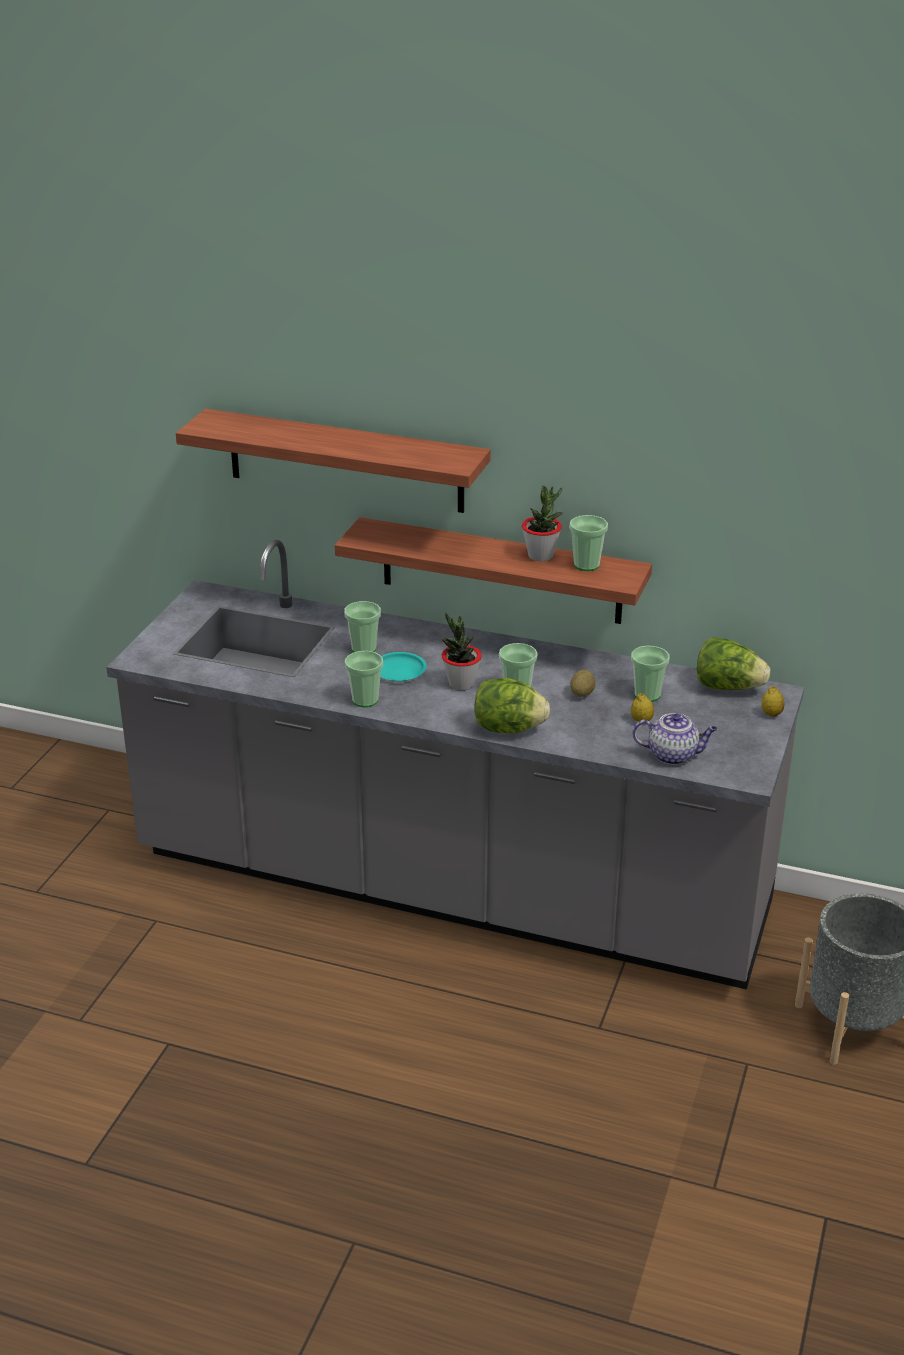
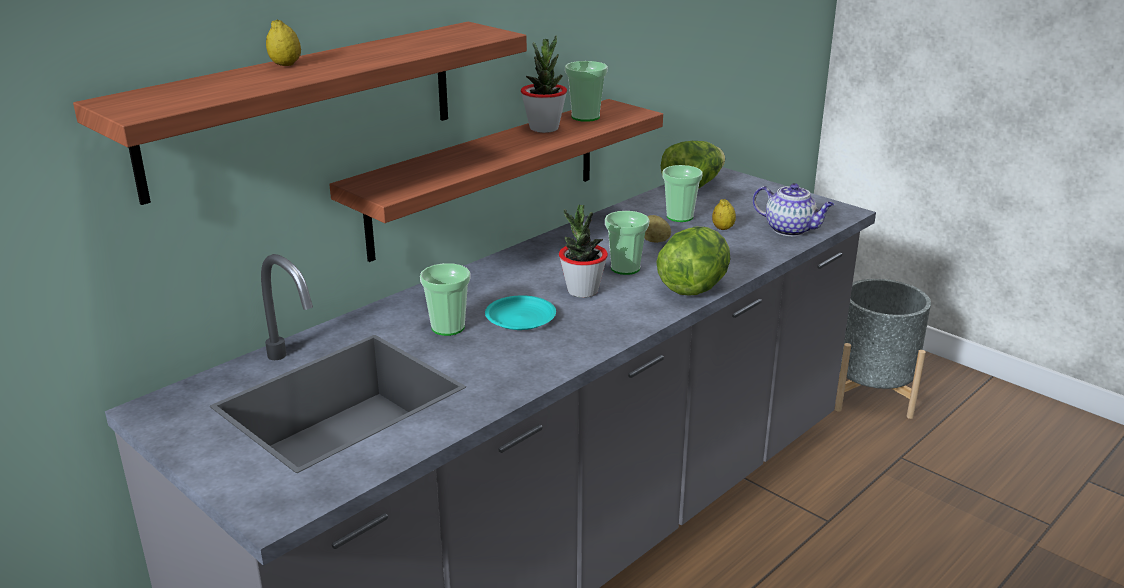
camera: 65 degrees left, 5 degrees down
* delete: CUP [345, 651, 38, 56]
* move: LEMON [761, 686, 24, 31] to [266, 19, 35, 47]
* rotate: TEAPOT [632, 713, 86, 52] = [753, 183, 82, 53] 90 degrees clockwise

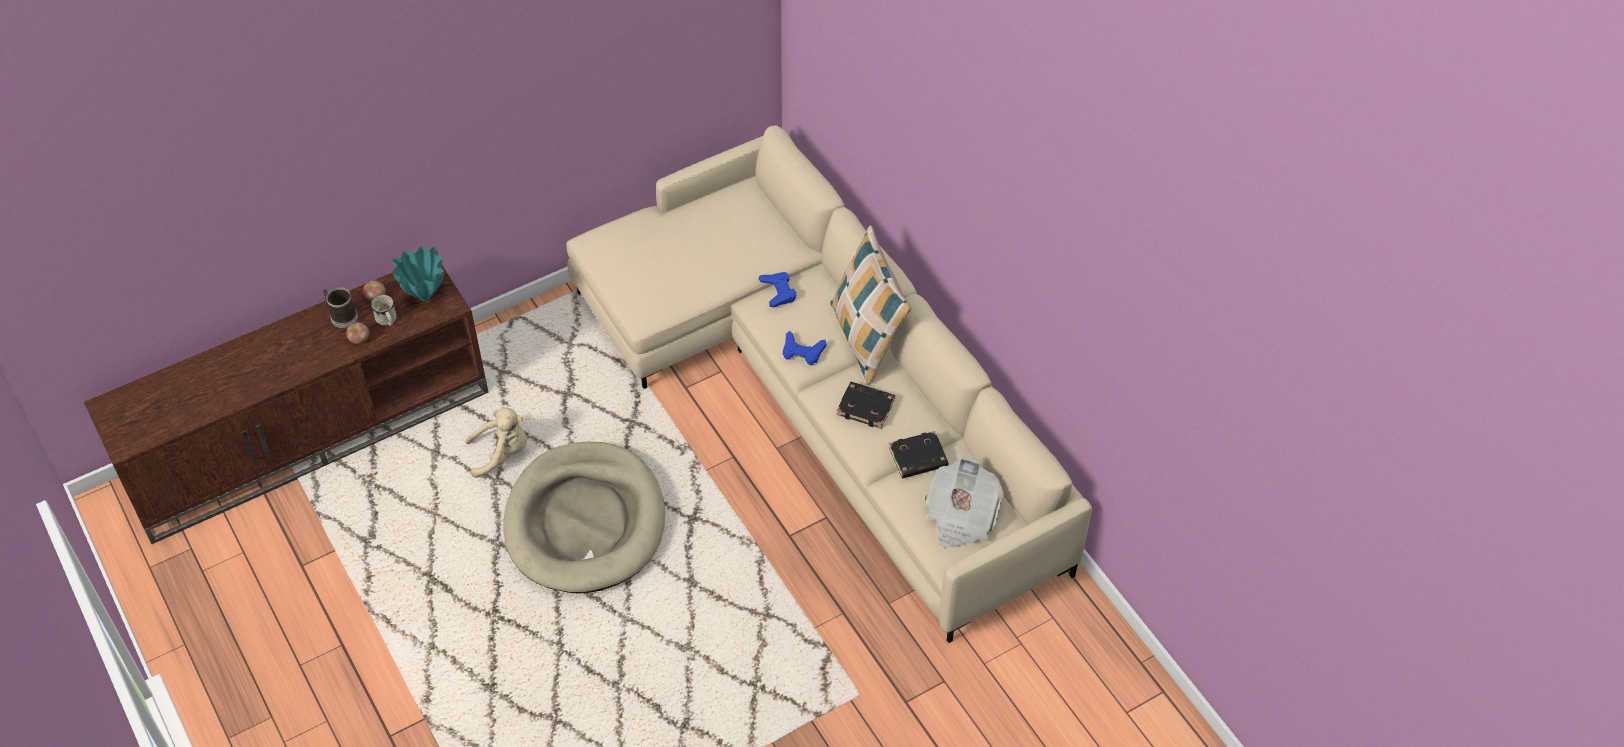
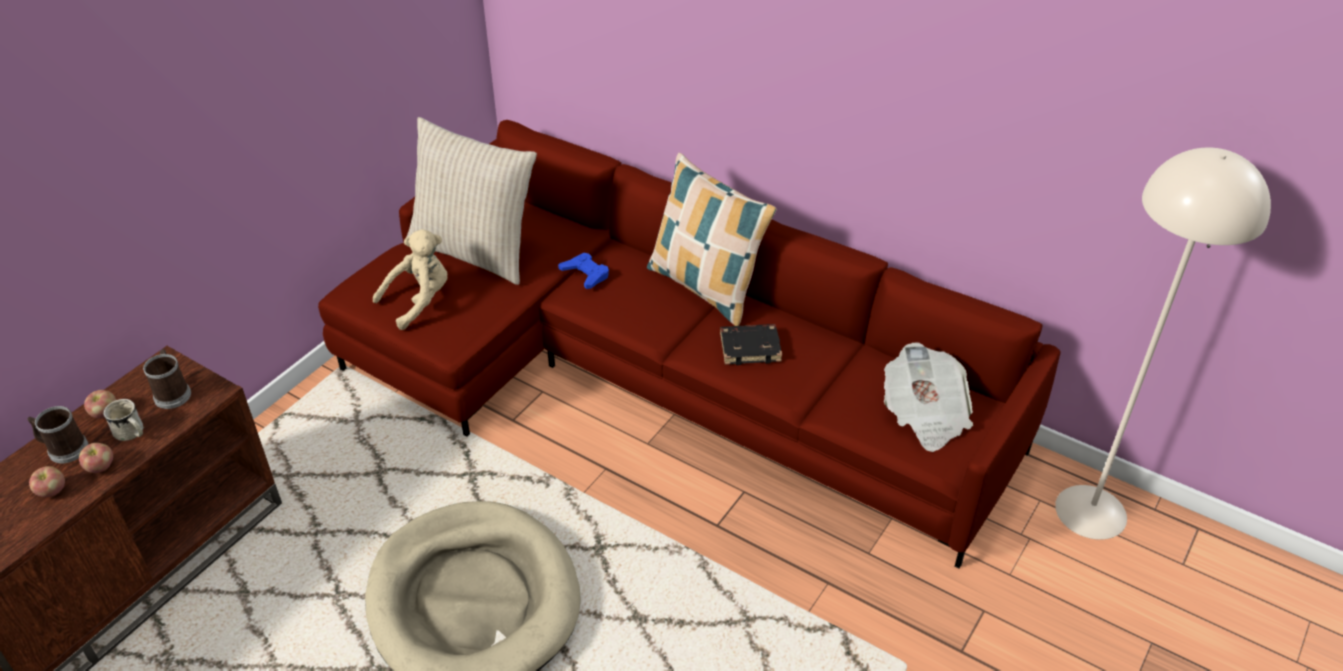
camera: 25 degrees left, 10 degrees down
* delete: BLUE GAME CONTROLLER [783, 331, 43, 34]
* delete: BLACK BOOK [889, 431, 59, 47]
* insert: APPLE [29, 466, 36, 31]
* insert: BEIGE PILLOW [406, 117, 131, 168]
* insert: BEIGE FLOOR LAMP [1055, 148, 216, 392]
* move: BEIGE PLUSH TOY [465, 408, 62, 70] to [373, 229, 75, 101]
* replace: TURQUOISE VASE [393, 246, 51, 55] to MUG [143, 349, 48, 60]
* recolor: BEIGE SOFA [566, 125, 526, 518] to RED SOFA [318, 120, 743, 449]

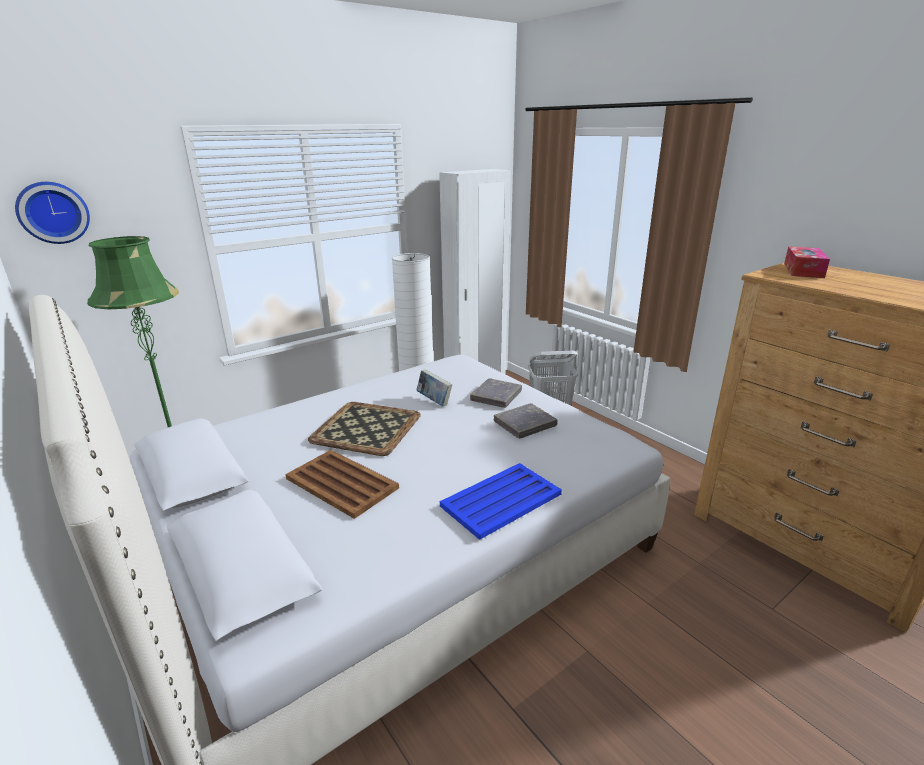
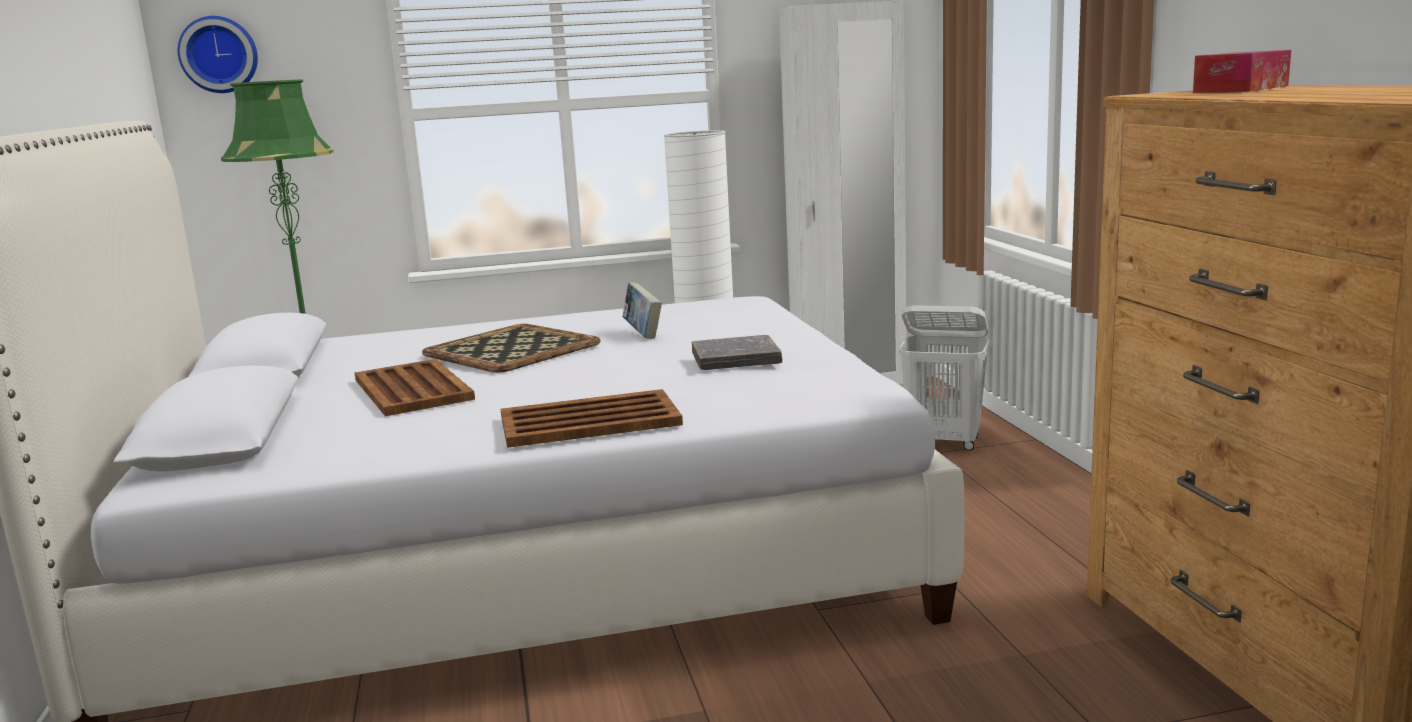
camera: 25 degrees right, 10 degrees down
* delete: GREY BOOK [470, 378, 52, 30]
* recolor: BLUE TRAY [440, 463, 122, 77] to BROWN TRAY [501, 389, 182, 59]

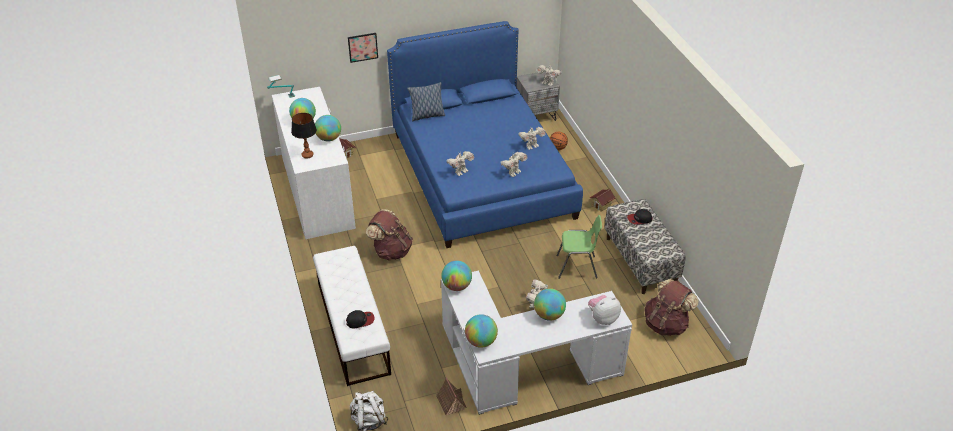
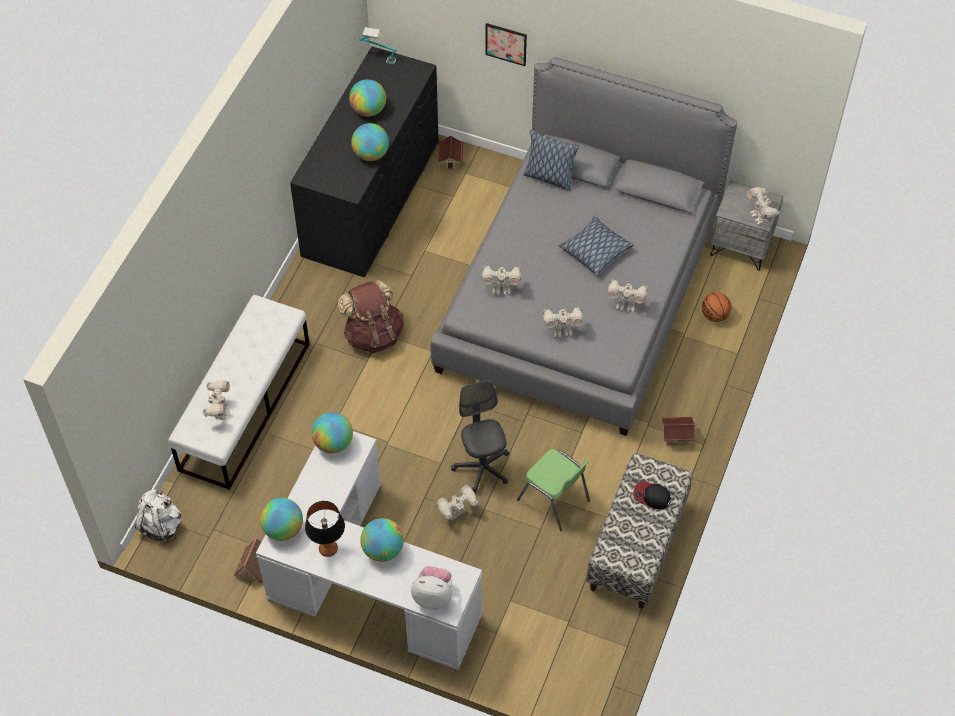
camera: 40 degrees right, 15 degrees up
* delete: BROWN BACKPACK [645, 279, 54, 57]
* insert: GREY OFFICE CHAIR [451, 380, 58, 113]
* insert: PILLOW [559, 216, 75, 59]
* move: TABLE LAMP [291, 113, 26, 46] to [305, 501, 40, 56]
* replace: CAP [346, 310, 28, 18] to TOY ROBOT [202, 381, 28, 38]
* recolor: WHITE DRESSER [272, 87, 84, 152] to BLACK DRESSER [290, 46, 149, 232]
* recolor: BLUE BED [387, 21, 196, 227] to GREY BED [431, 57, 306, 379]

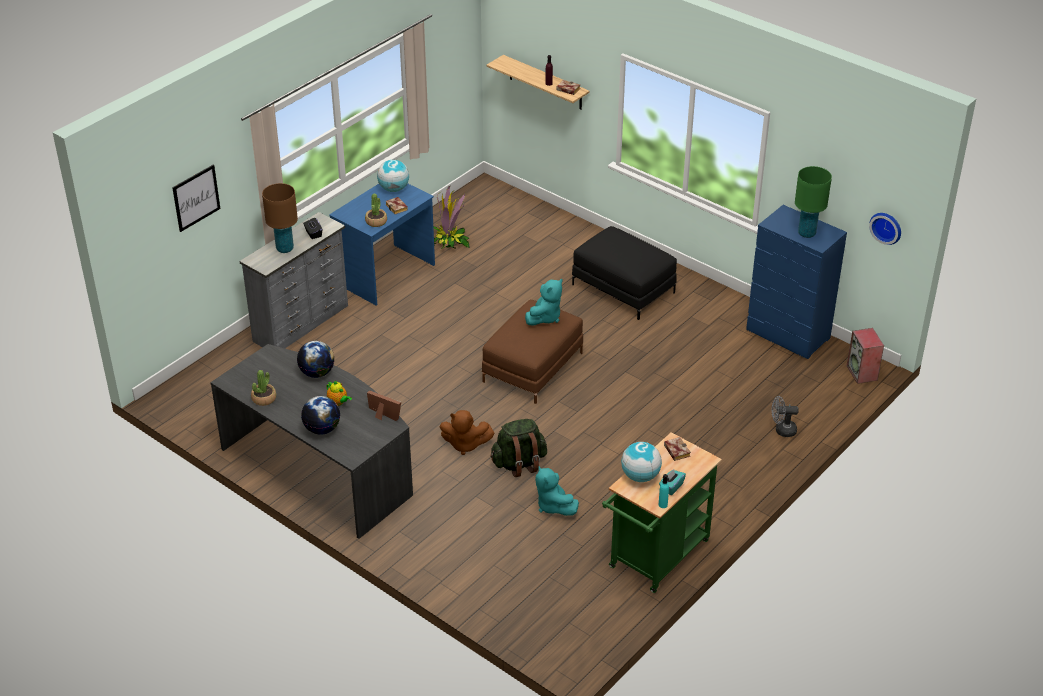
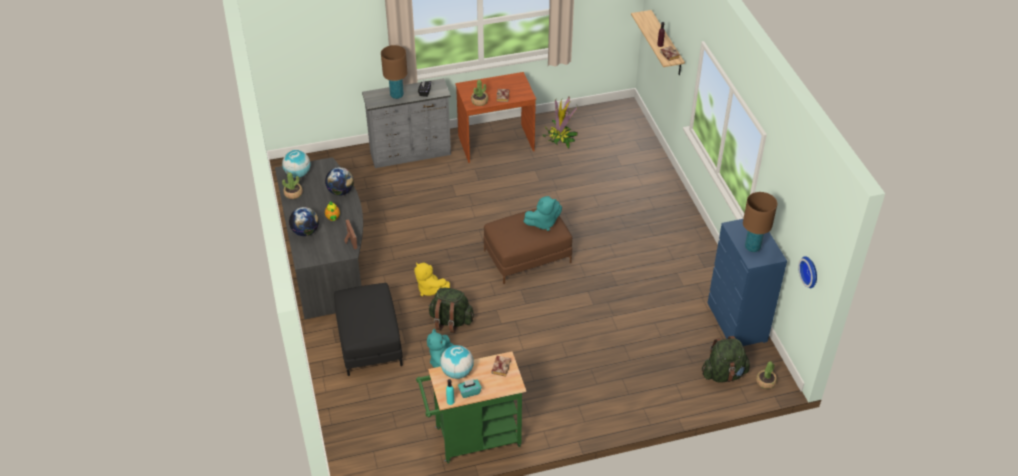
camera: 35 degrees right, 5 degrees up
* delete: PICTURE [172, 165, 48, 67]
* delete: GREY FAN [772, 396, 27, 41]
* insert: GREEN BACKPACK [702, 336, 48, 47]
* move: GLOBE [377, 160, 32, 32] to [282, 150, 28, 28]
* move: BLACK OTTOMAN [572, 226, 105, 94] to [334, 283, 69, 93]
* replace: SPEAKER [846, 328, 38, 56] to POTTED PLANT [756, 361, 21, 28]
* recolor: BLUE DESK [329, 183, 106, 122] to BROWN DESK [455, 72, 81, 91]
* recolor: BROWN PLUSH TOY [440, 410, 54, 45] to YELLOW PLUSH TOY [414, 262, 36, 34]
* recolor: GREEN TABLE LAMP [795, 166, 37, 72] to BROWN TABLE LAMP [743, 192, 34, 60]

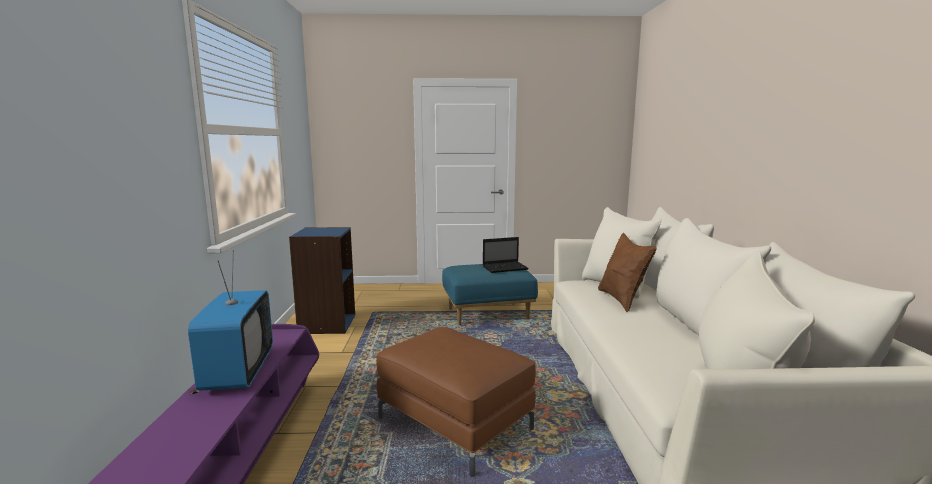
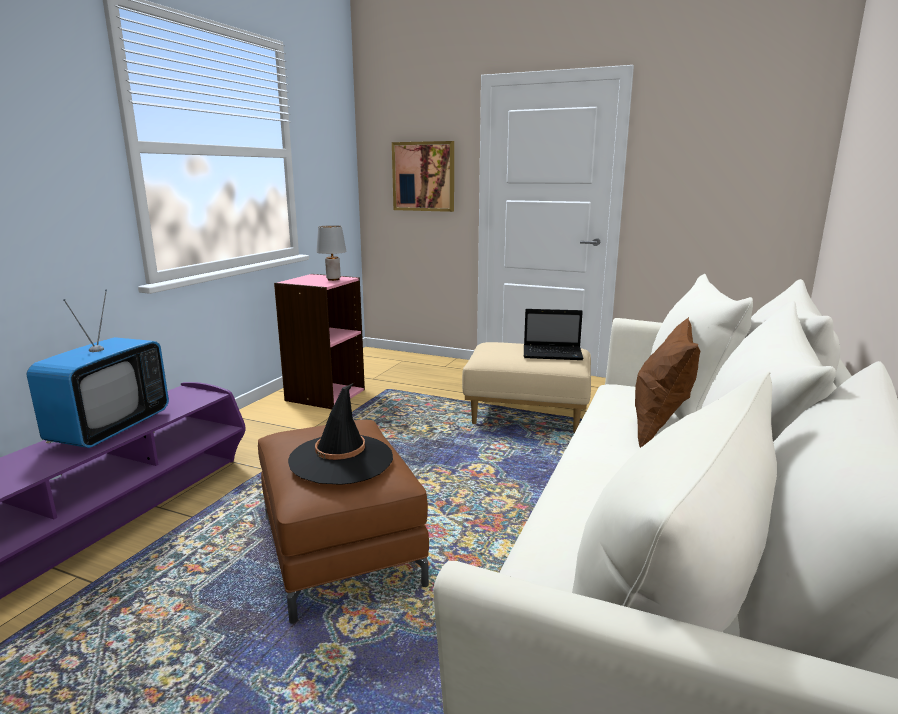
camera: 25 degrees right, 5 degrees up
* insert: BLACK HAT [288, 382, 105, 103]
* insert: GREY TABLE LAMP [316, 225, 30, 56]
* insert: PICTURE [392, 141, 62, 71]
* recolor: BLUE BOOKCASE [289, 227, 66, 107] to PINK BOOKCASE [274, 274, 91, 135]
* recolor: BLUE OTTOMAN [442, 264, 96, 61] to BEIGE OTTOMAN [462, 342, 129, 91]

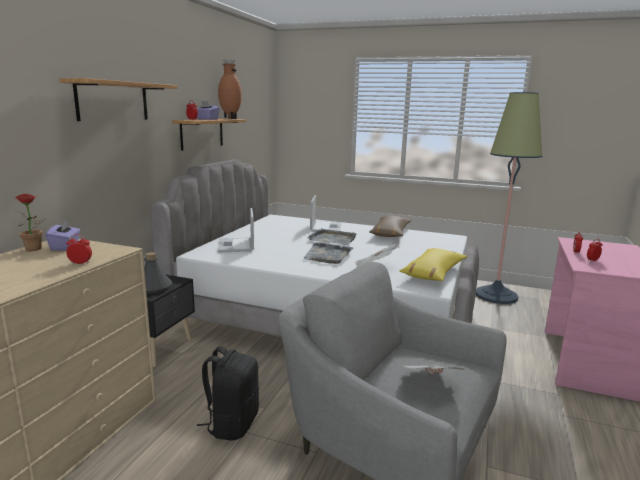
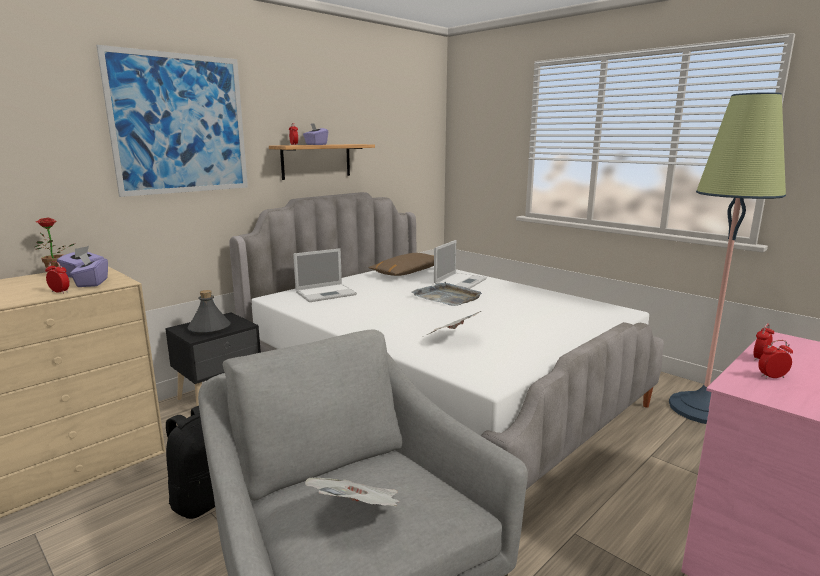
camera: 25 degrees right, 0 degrees up
* delete: BROWN VASE [218, 60, 24, 59]
* delete: GREY TRAY [303, 242, 50, 22]
* delete: YELLOW PILLOW [399, 248, 68, 33]
* insert: PURPLE TISSUE BOX [70, 253, 38, 34]
* move: BROWN PILLOW [369, 215, 43, 22] to [369, 253, 65, 23]
* replace: SHELF [59, 78, 118, 43] to PICTURE [96, 45, 152, 152]
* rotate: LAPTOP [218, 208, 36, 44] = [293, 248, 64, 54] 135 degrees counterclockwise

